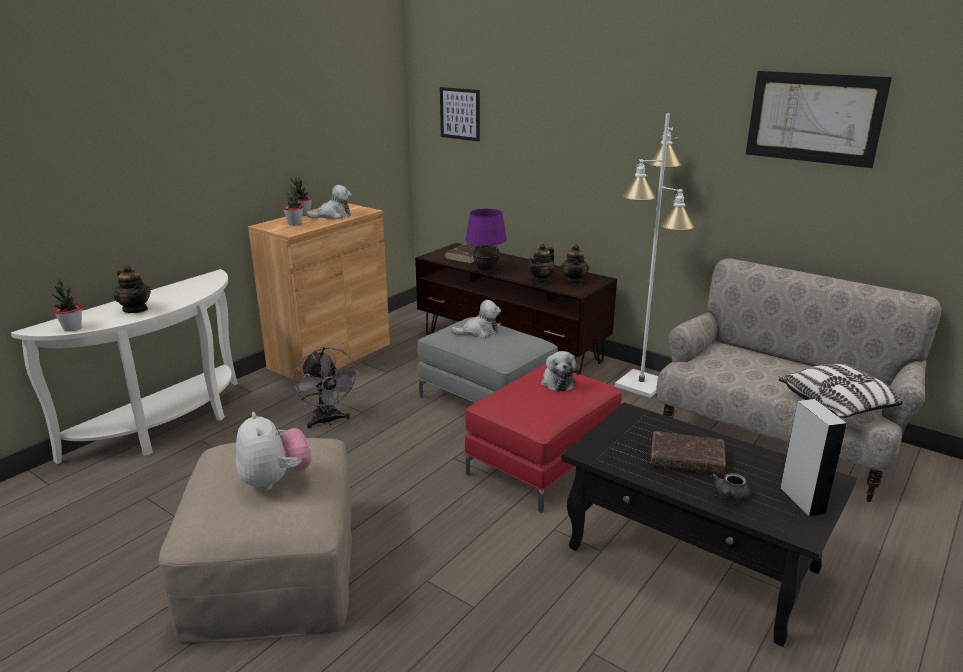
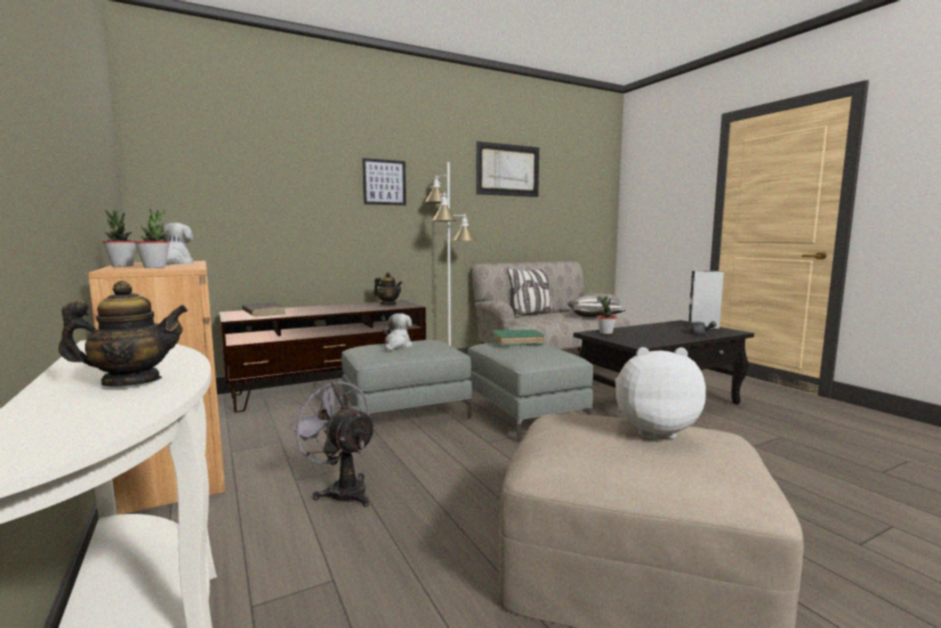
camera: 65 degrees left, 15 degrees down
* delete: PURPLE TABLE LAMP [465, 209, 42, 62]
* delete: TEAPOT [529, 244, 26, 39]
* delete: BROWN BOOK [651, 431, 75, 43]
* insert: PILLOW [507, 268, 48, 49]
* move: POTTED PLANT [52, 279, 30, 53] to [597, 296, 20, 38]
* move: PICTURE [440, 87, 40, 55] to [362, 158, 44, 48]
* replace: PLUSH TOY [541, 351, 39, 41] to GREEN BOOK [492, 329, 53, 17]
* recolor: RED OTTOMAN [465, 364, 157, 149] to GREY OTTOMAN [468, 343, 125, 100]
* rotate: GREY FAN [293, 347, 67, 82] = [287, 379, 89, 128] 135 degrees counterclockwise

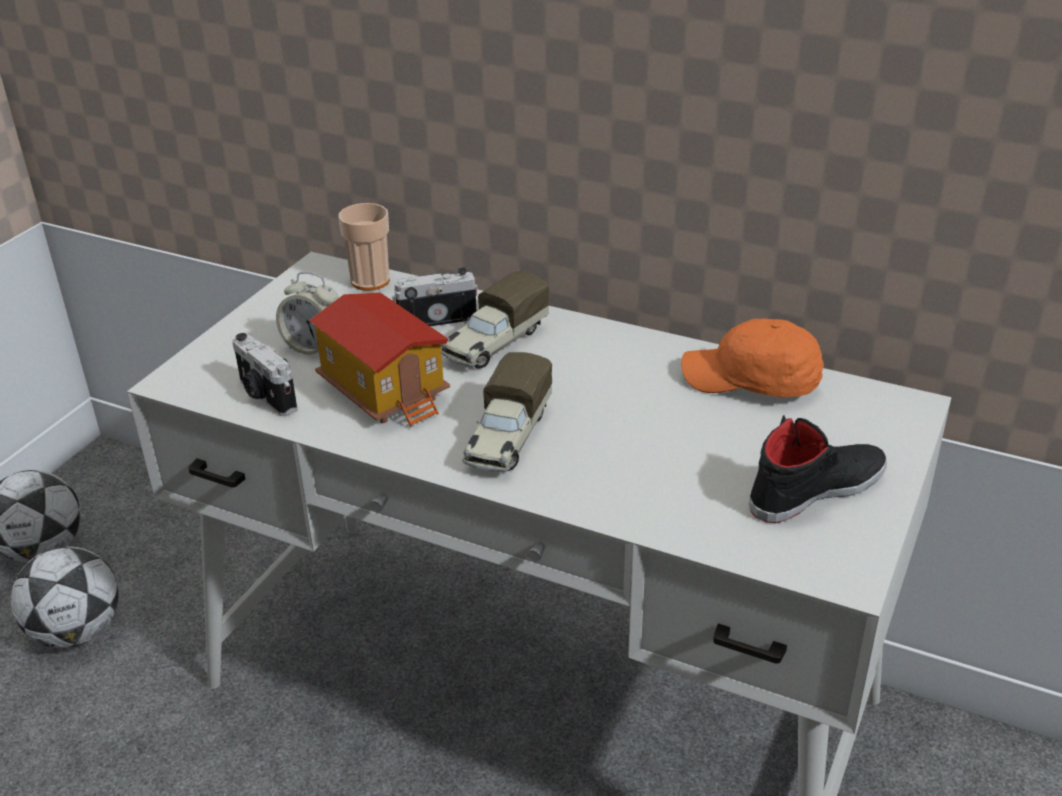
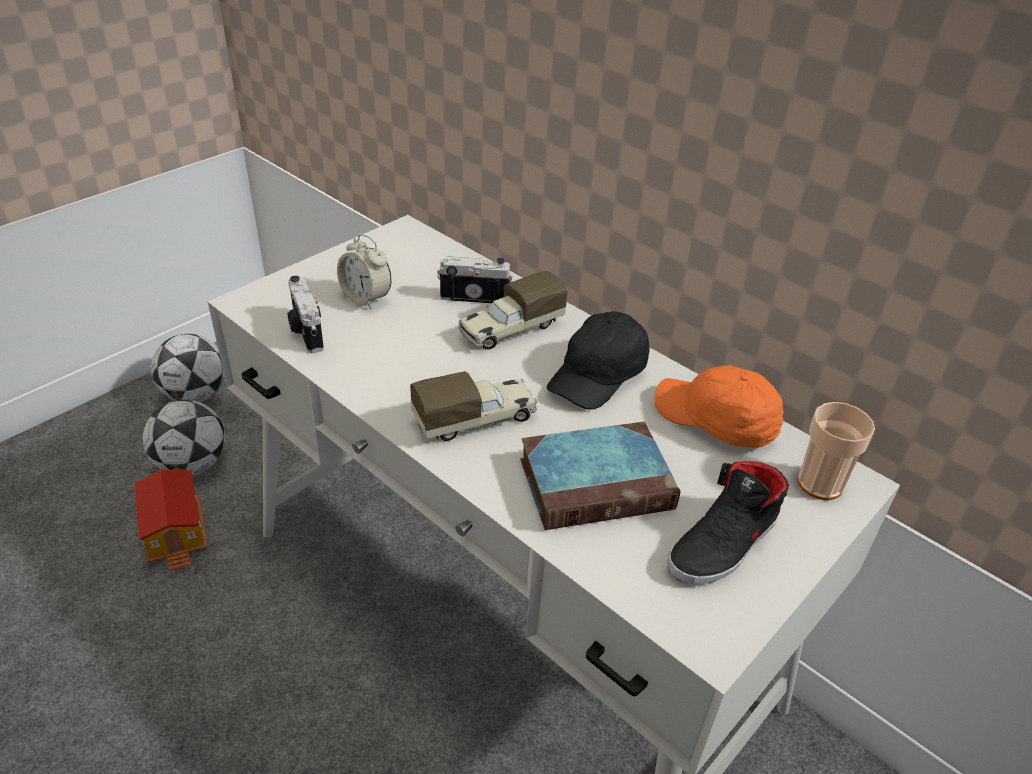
camera: 15 degrees right, 5 degrees up
* insert: BOOK [520, 422, 160, 108]
* insert: BLACK CAP [546, 311, 103, 99]
* move: TOY HOUSE [309, 292, 141, 135] to [134, 470, 74, 101]
* move: CUP [338, 203, 52, 88] to [797, 402, 78, 99]
* rotate: TOY TRUCK [462, 352, 90, 120] = [410, 371, 127, 70] 150 degrees counterclockwise
* rotate: BLACK SHOE [749, 415, 138, 108] = [667, 461, 122, 123] 150 degrees clockwise

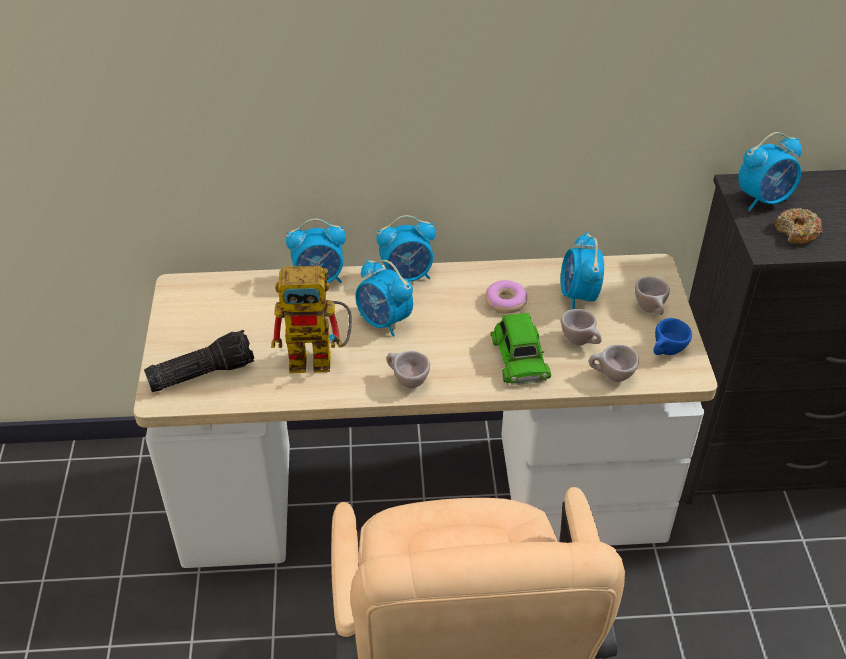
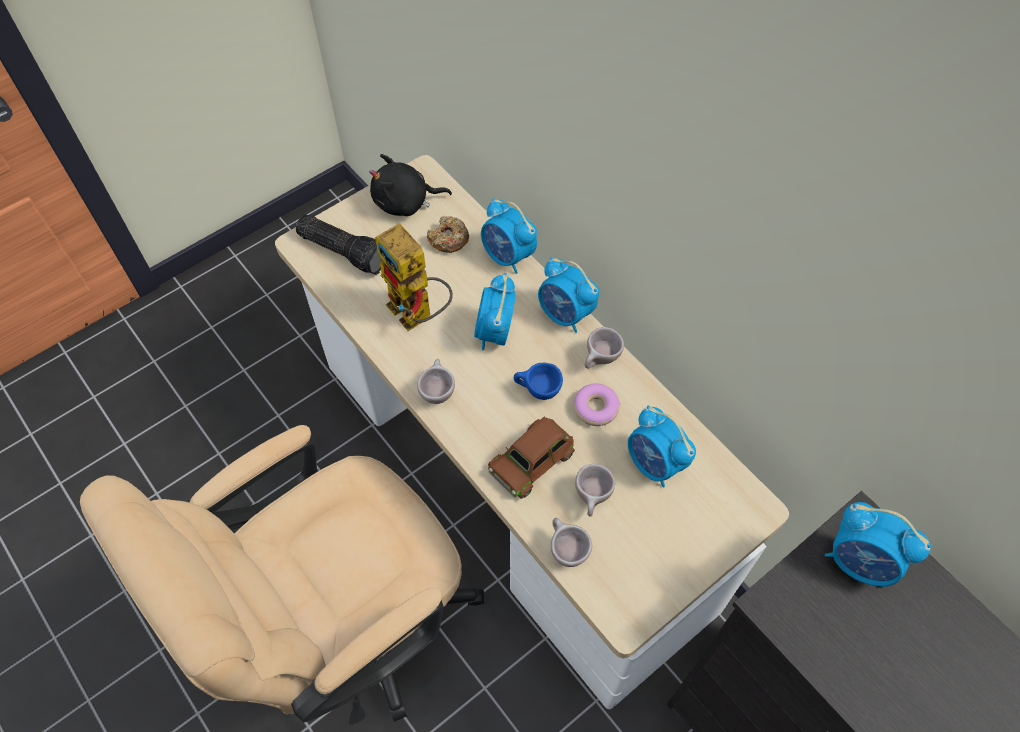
camera: 55 degrees right, 15 degrees up
* insert: BLACK PLUSH TOY [369, 154, 83, 62]
* move: BEIGE CUP [635, 277, 35, 38] to [585, 327, 39, 42]
* move: BLUE CUP [653, 318, 39, 37] to [514, 363, 49, 37]
* move: DONUT [775, 208, 48, 36] to [427, 216, 42, 37]
* recolor: GREEN TOY CAR [491, 313, 60, 72] to BROWN TOY CAR [488, 417, 87, 82]
* rotate: ALARM CLOCK [561, 232, 43, 77] = [628, 405, 68, 82] 90 degrees counterclockwise

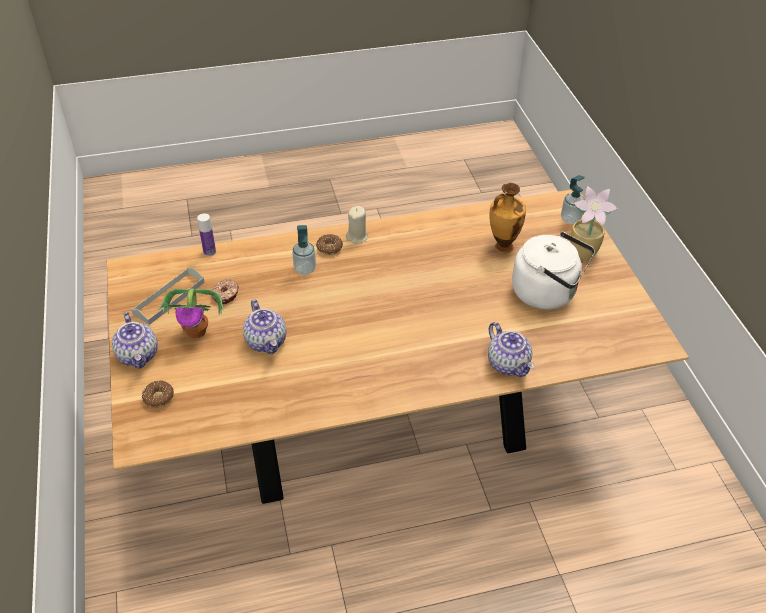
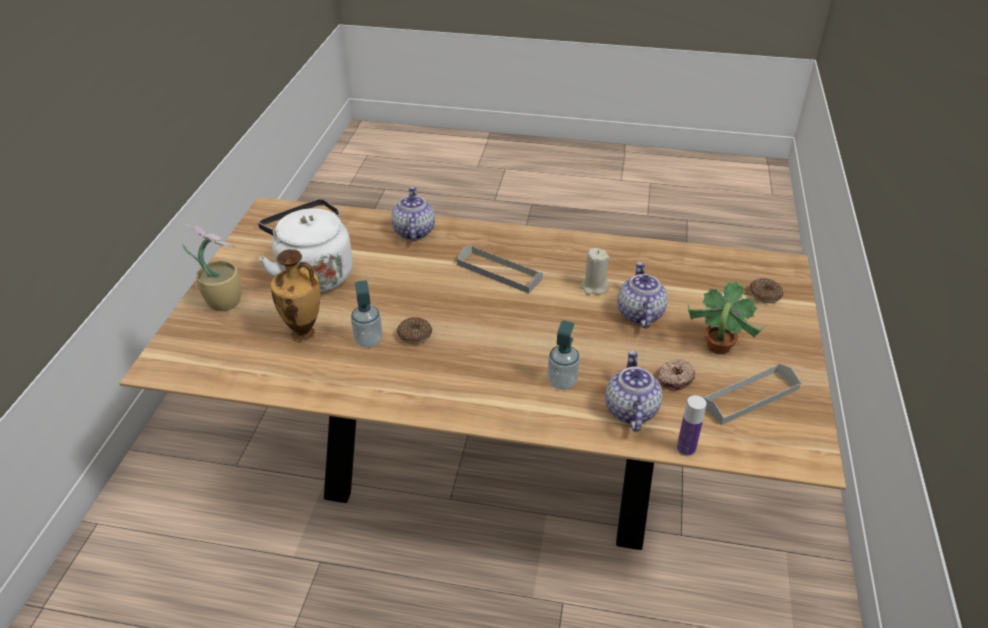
camera: 155 degrees left, 5 degrees down
* insert: GREY TRAY [457, 245, 86, 49]
* move: TEAPOT [112, 312, 46, 57] to [605, 350, 57, 82]
* move: DONUT [316, 234, 27, 21] to [397, 317, 35, 27]
* move: BEIGE CANDLE [346, 206, 22, 38] to [580, 248, 29, 47]
* move: SOAP DISPENSER [561, 175, 24, 49] to [351, 280, 31, 68]

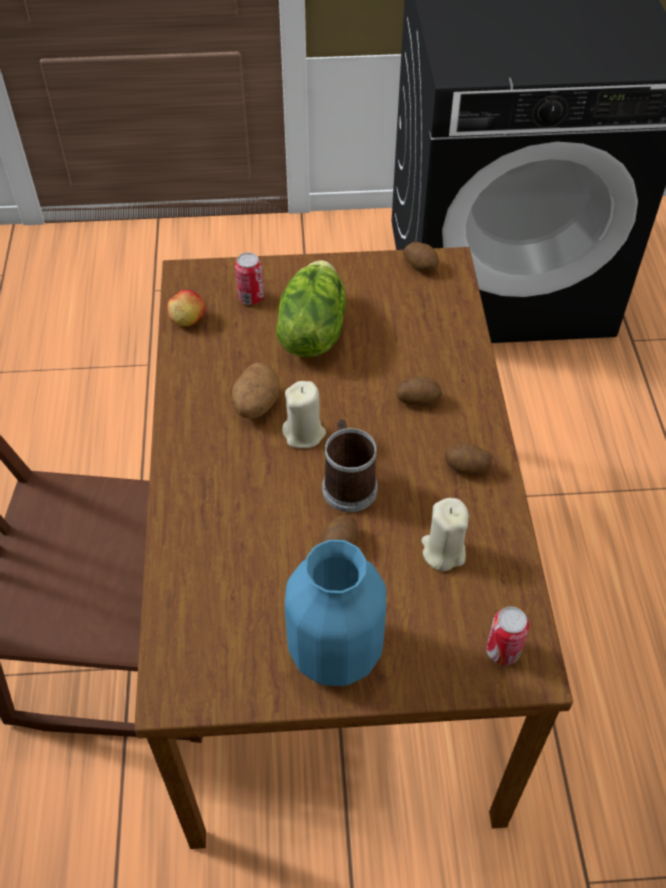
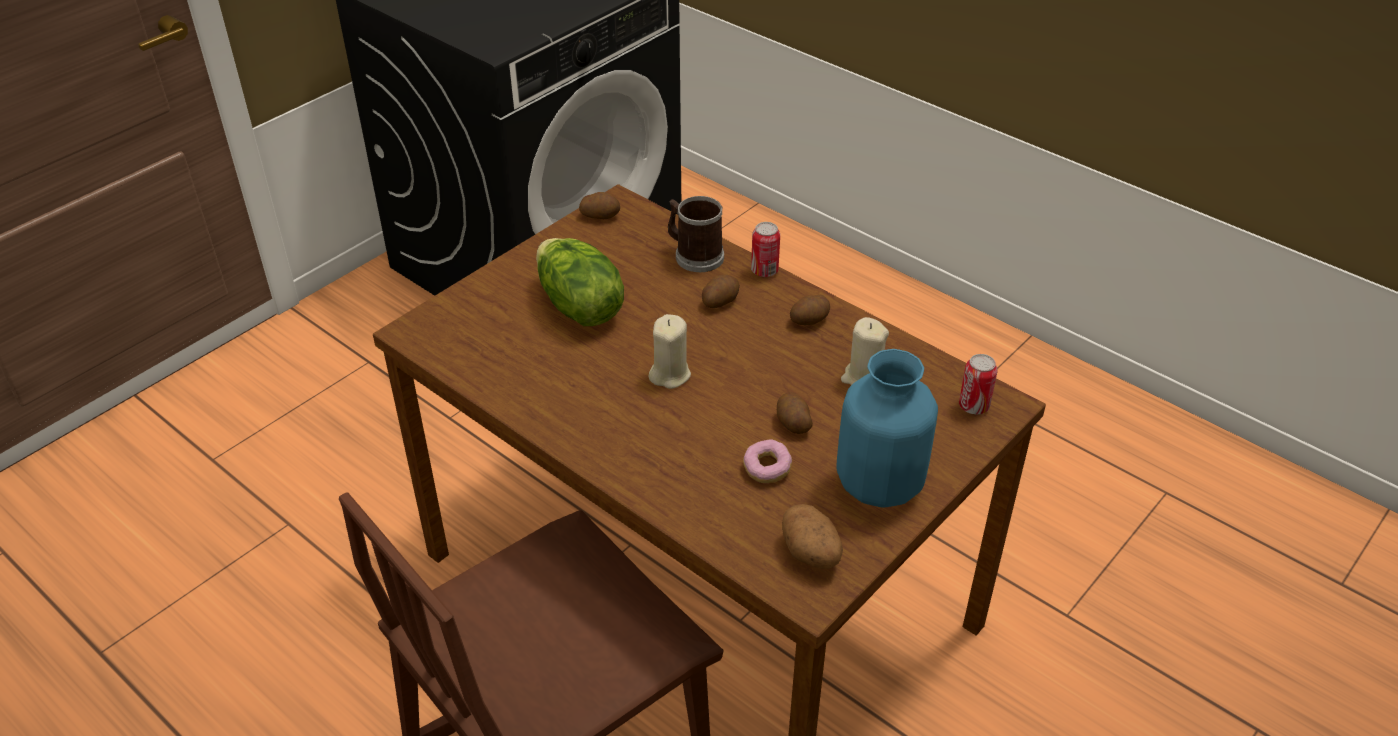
camera: 45 degrees left, 10 degrees down
* delete: APPLE [167, 289, 39, 37]
* insert: DONUT [743, 439, 49, 44]
* move: POTATO [232, 363, 48, 56] to [782, 504, 61, 65]
* move: CAN [235, 252, 29, 53] to [751, 222, 29, 55]
* move: MUG [322, 419, 56, 93] to [668, 196, 56, 76]

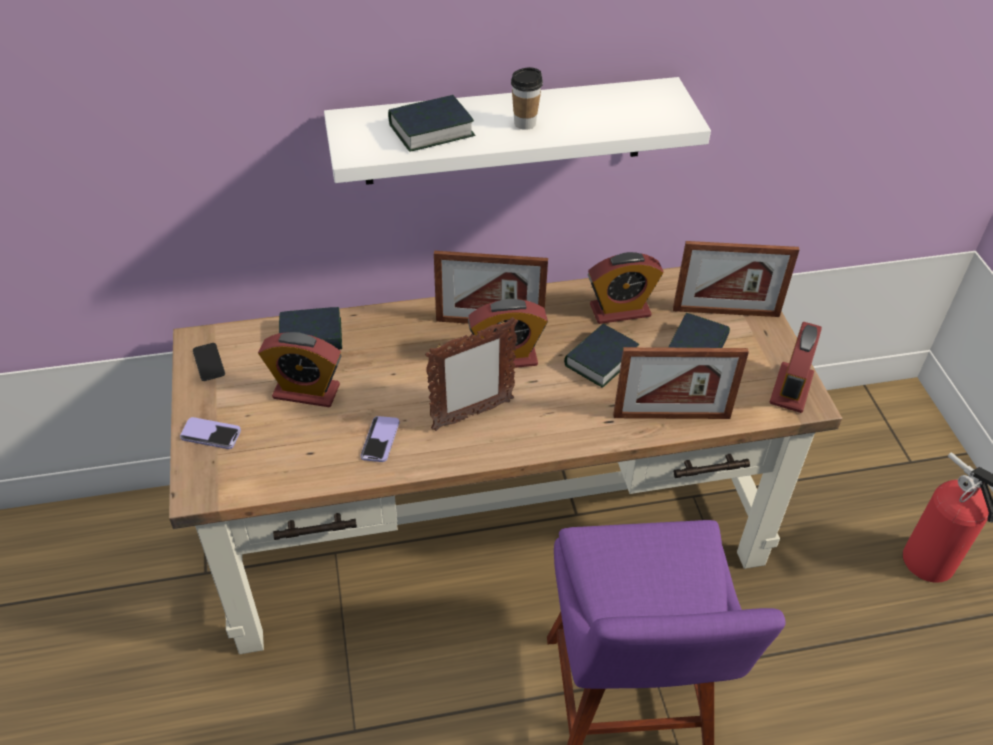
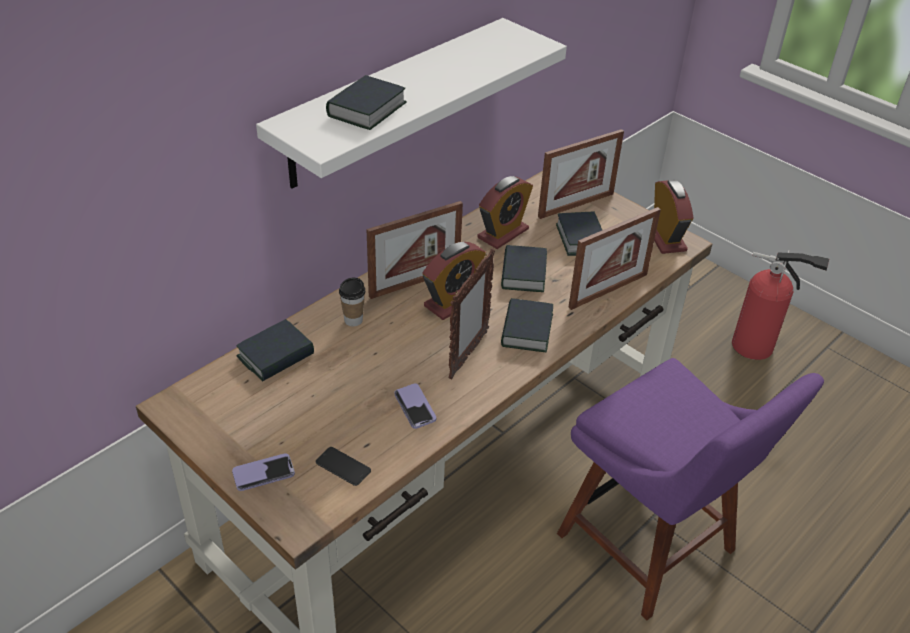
camera: 35 degrees left, 5 degrees down
* delete: ALARM CLOCK [258, 332, 83, 75]
* insert: BOOK [501, 298, 52, 54]
* move: PHONE [193, 343, 32, 38] to [315, 447, 56, 39]
* move: CUP [511, 67, 32, 63] to [339, 278, 26, 48]

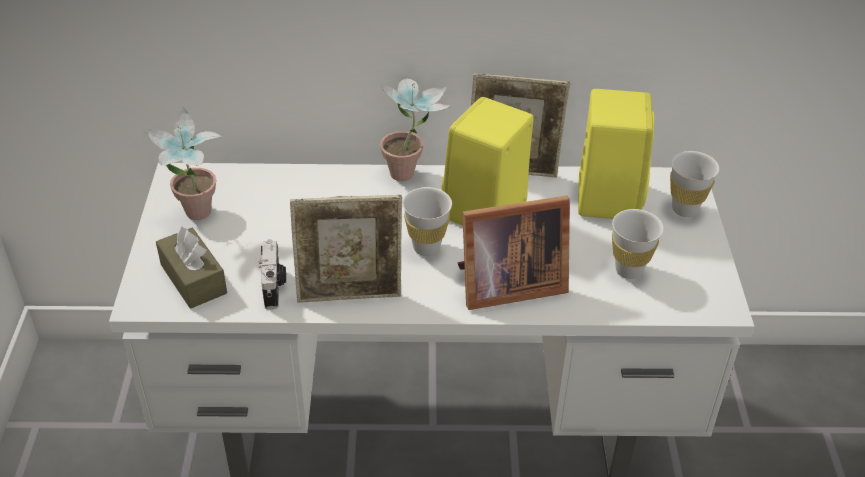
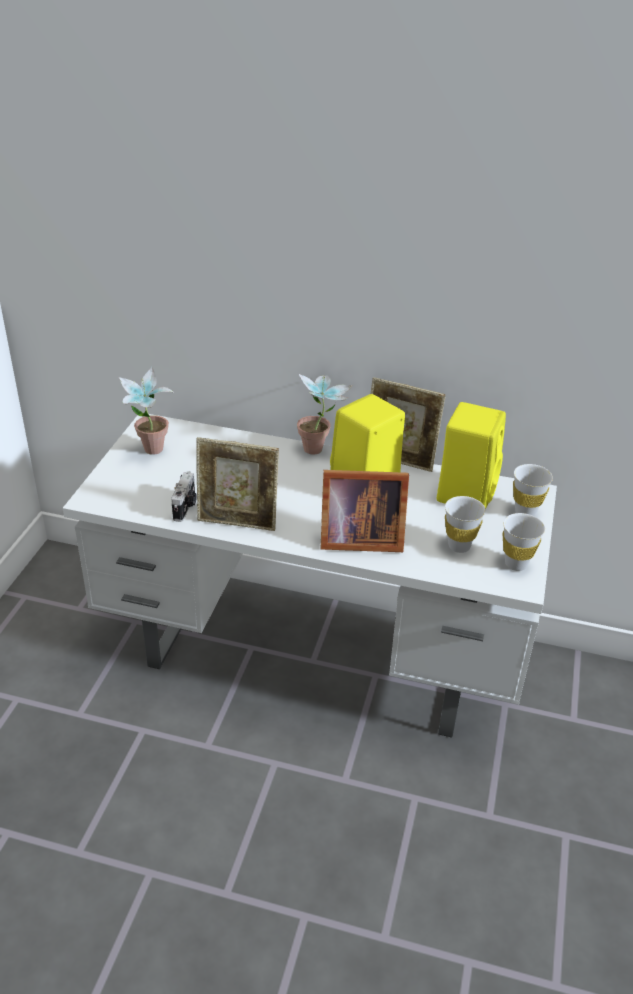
camera: 15 degrees right, 5 degrees down
* delete: BROWN TISSUE BOX [156, 227, 71, 82]
* move: WHITE CUP [402, 187, 50, 69] to [503, 513, 42, 58]

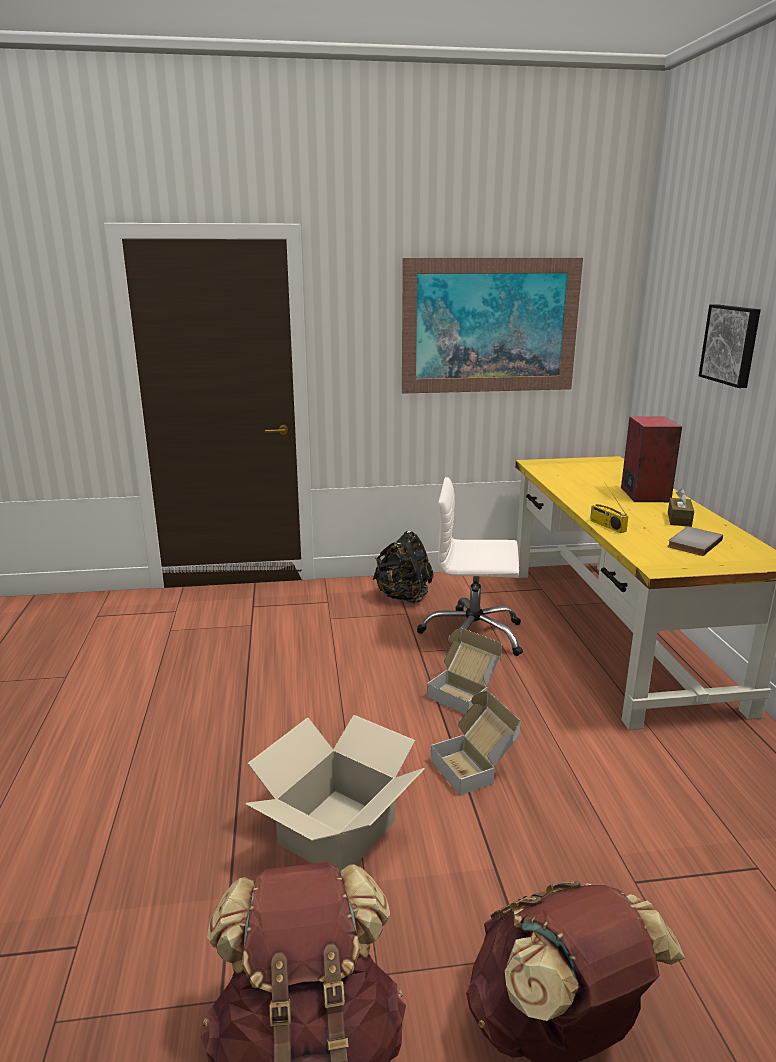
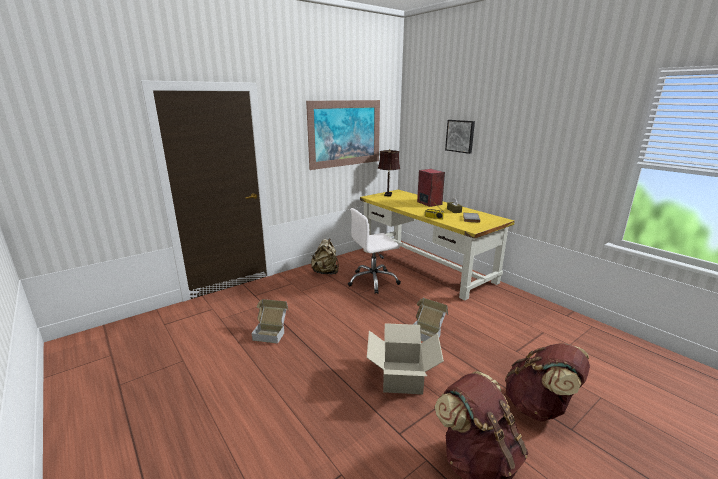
camera: 30 degrees left, 0 degrees up
* insert: BROWN TABLE LAMP [378, 149, 22, 48]
* move: CARDBOARD BOX [427, 628, 75, 87] to [252, 299, 36, 45]
* recolor: BLACK BACKPACK [373, 531, 61, 73] to BEIGE BACKPACK [311, 239, 28, 35]

